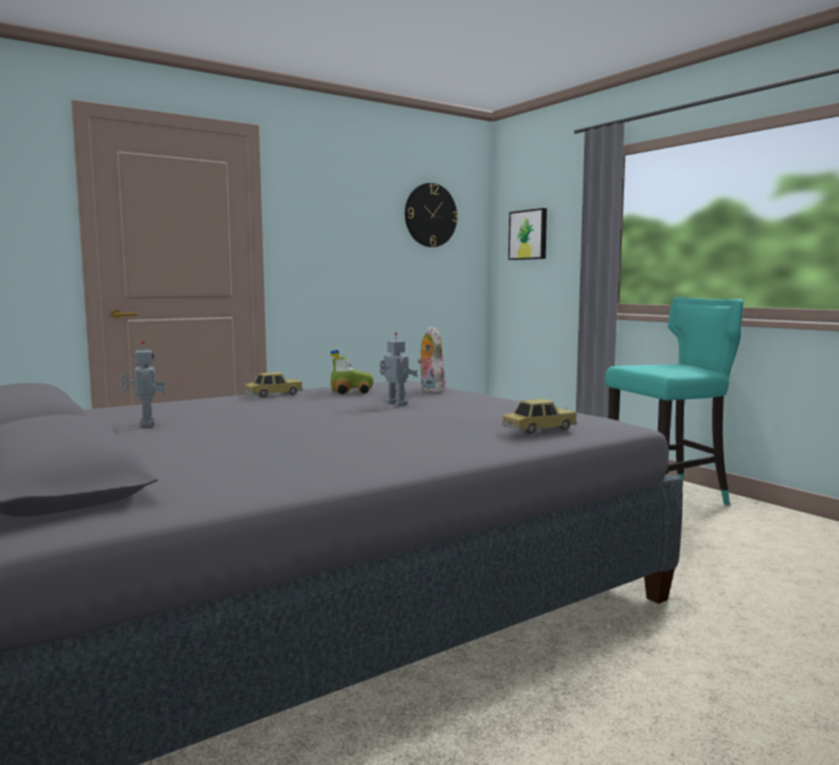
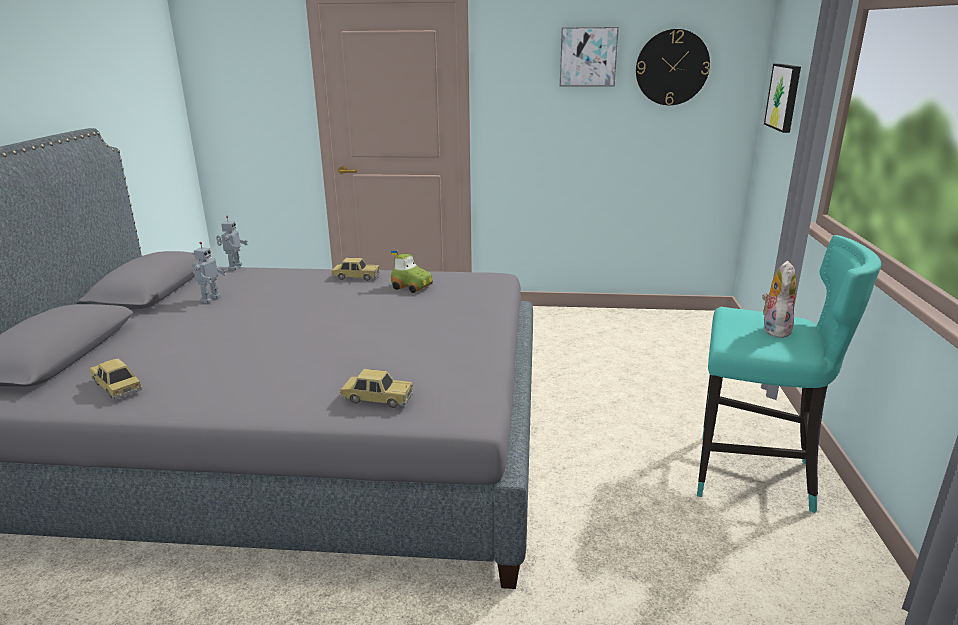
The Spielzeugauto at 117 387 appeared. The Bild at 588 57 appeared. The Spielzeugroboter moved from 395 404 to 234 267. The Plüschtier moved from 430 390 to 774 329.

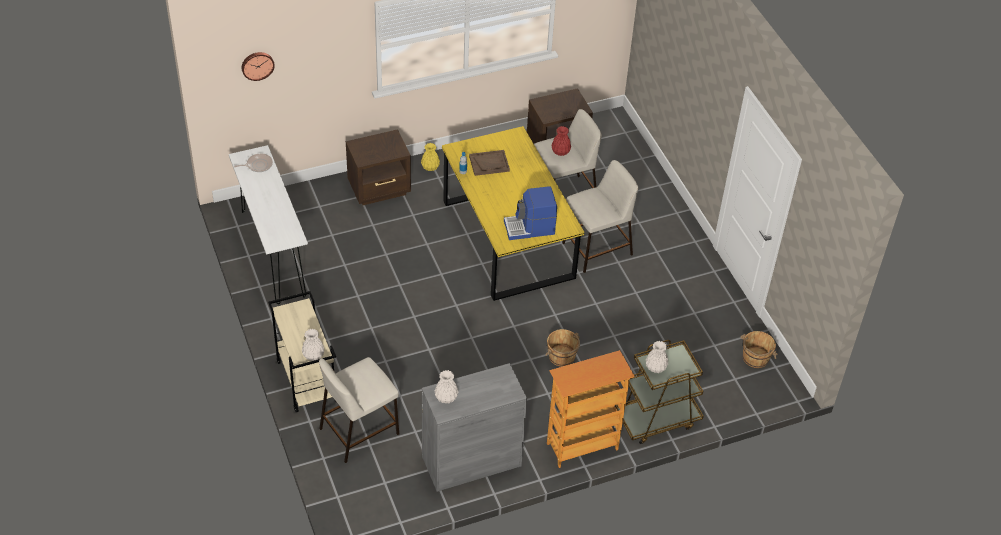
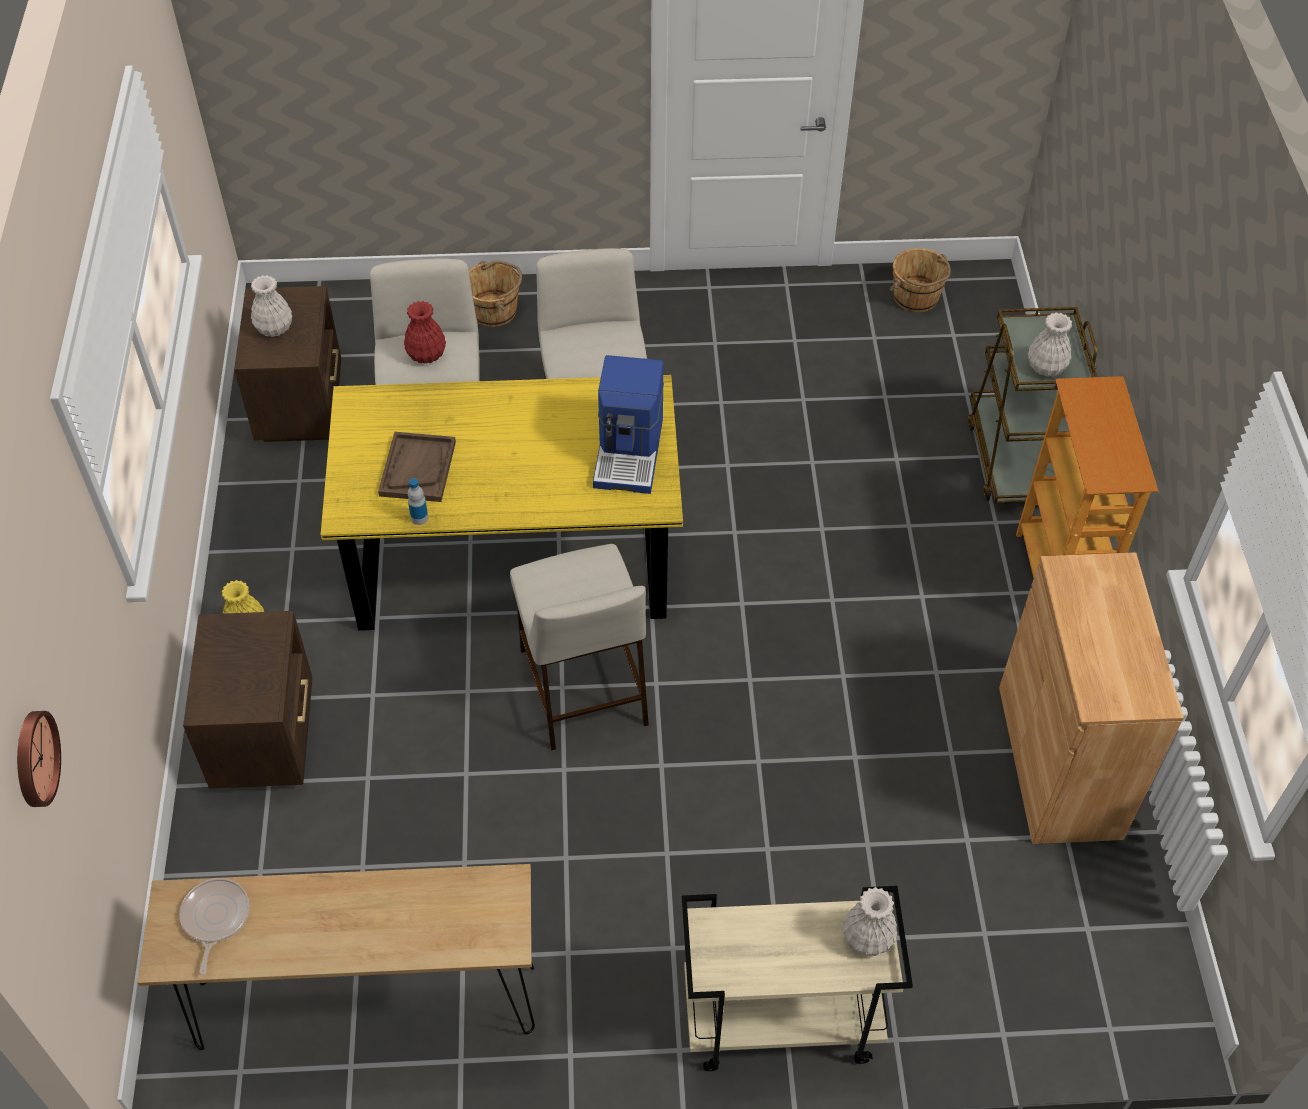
The Hocker [beige] moved from 360 430 to 582 685. The Vase [weiß] moved from 446 397 to 274 328. The Eimer [braun] moved from 562 357 to 495 311. The Konsolentisch [weiß] at 273 253 became the Konsolentisch [braun] at 367 1007. The Schrank [grau] at 471 461 became the Schrank [braun] at 1059 761.

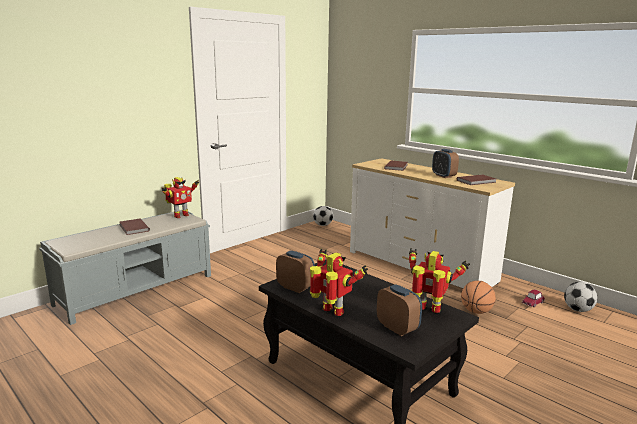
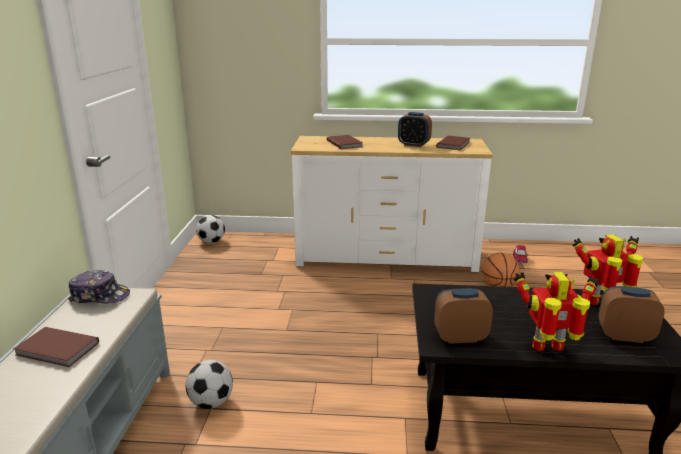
The Fußball moved from 577 309 to 211 402. The Spielzeugroboter at 180 215 was replaced by the Kappe at 100 296.

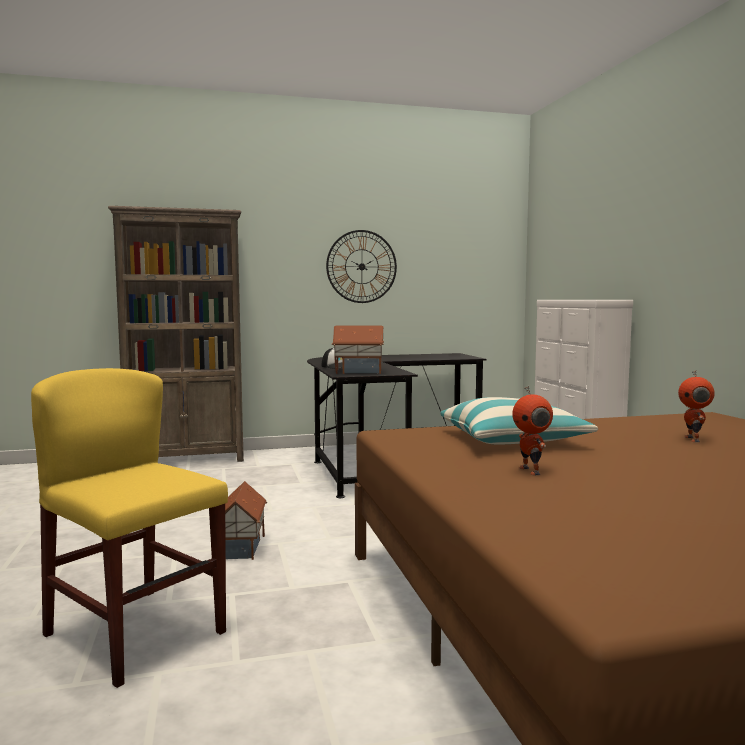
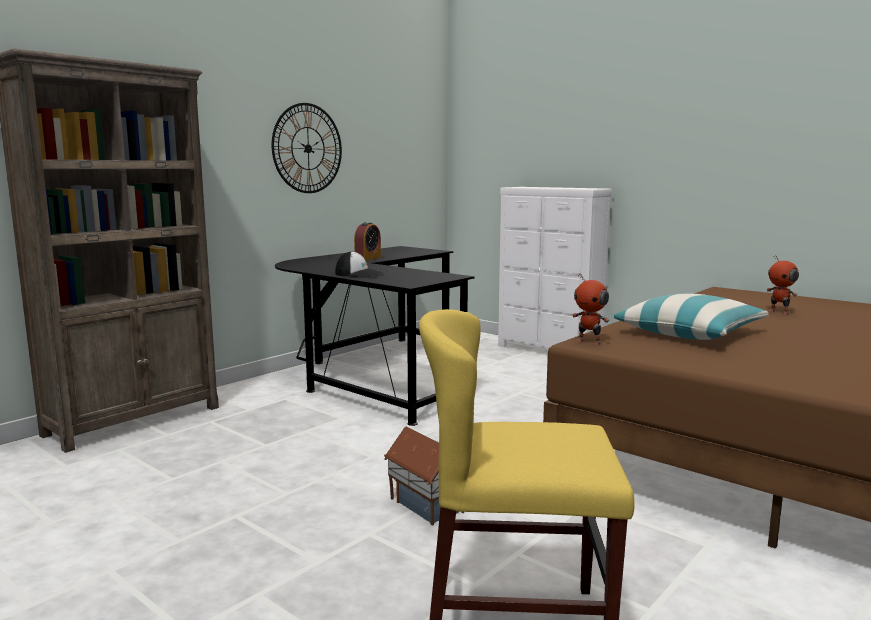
The Spielzeughaus at 358 371 disappeared. The Wecker at 368 258 appeared. The Spielzeugroboter moved from 531 471 to 589 342.

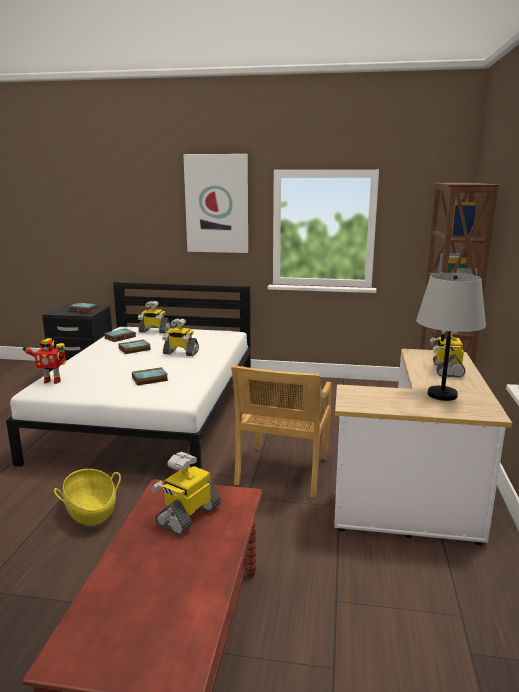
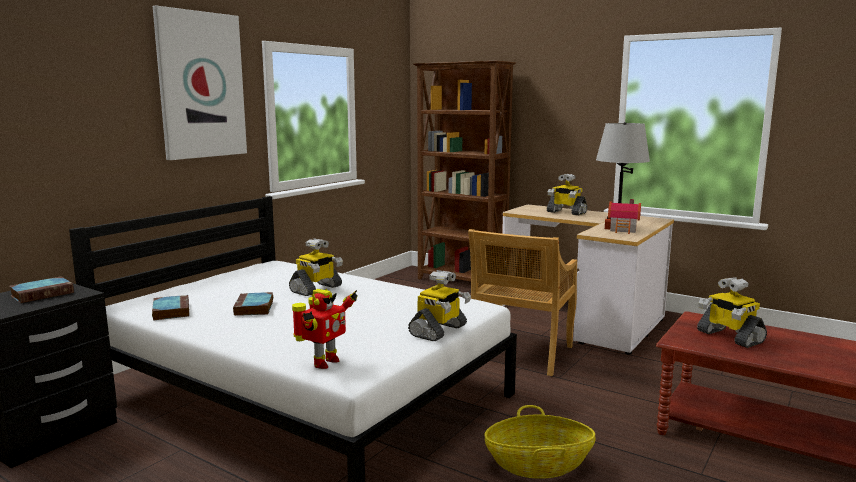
The Buch at 149 379 disappeared. The Spielzeughaus at 624 230 appeared. The Spielzeugroboter moved from 154 331 to 439 331. The Stuhl [beige] at 282 472 turned 75 degrees clockwise.

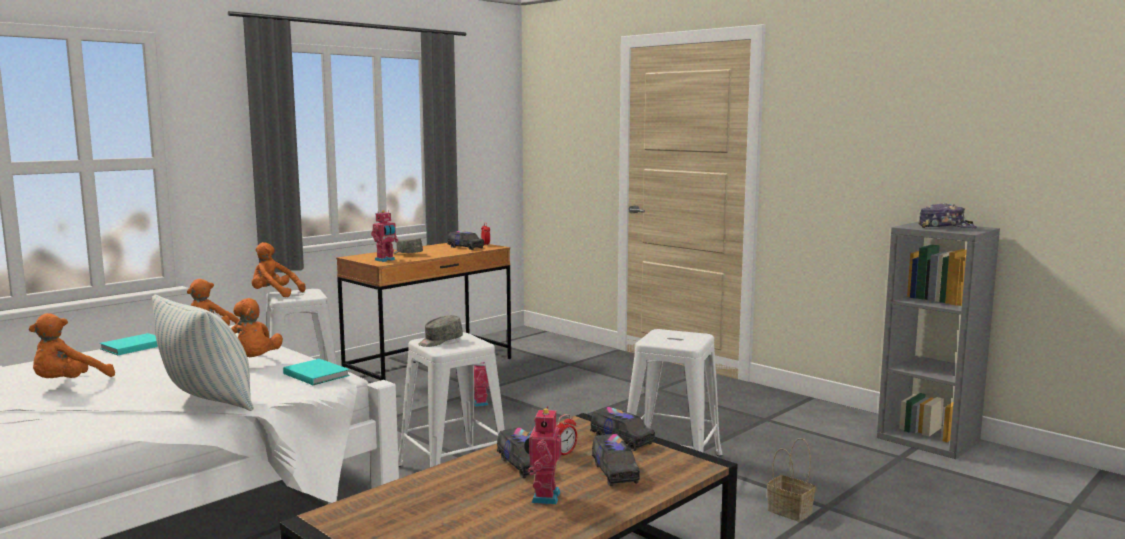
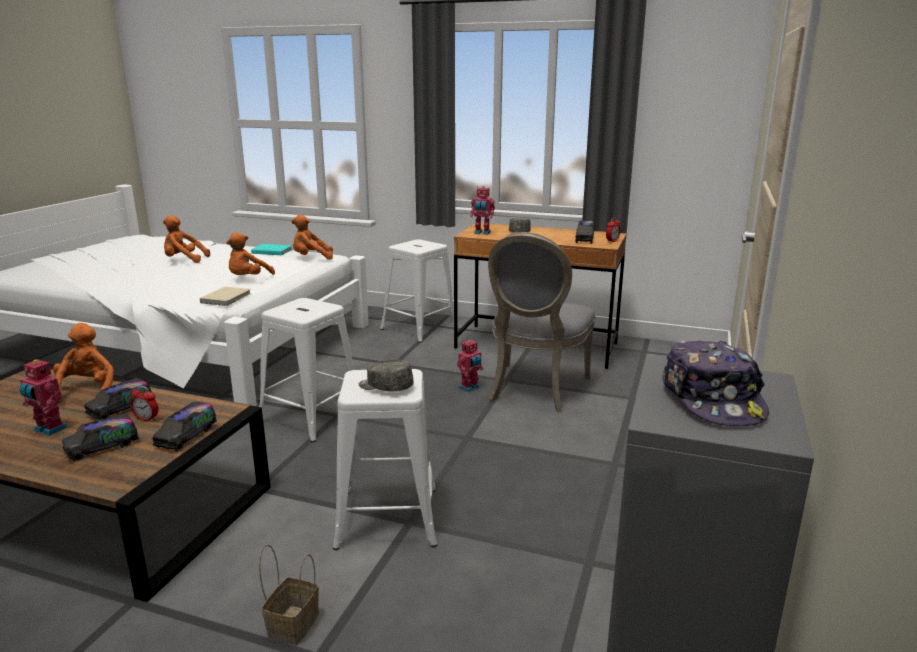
The Kissen at 207 402 disappeared. The Stuhl [grau] at 535 389 appeared. The Plüschtier [orange] moved from 274 294 to 87 390. The Kappe [grau] moved from 440 341 to 385 387. The Buch [türkis] at 316 374 became the Buch [beige] at 227 298. The Spielzeugroboter at 543 497 turned 135 degrees counterclockwise.

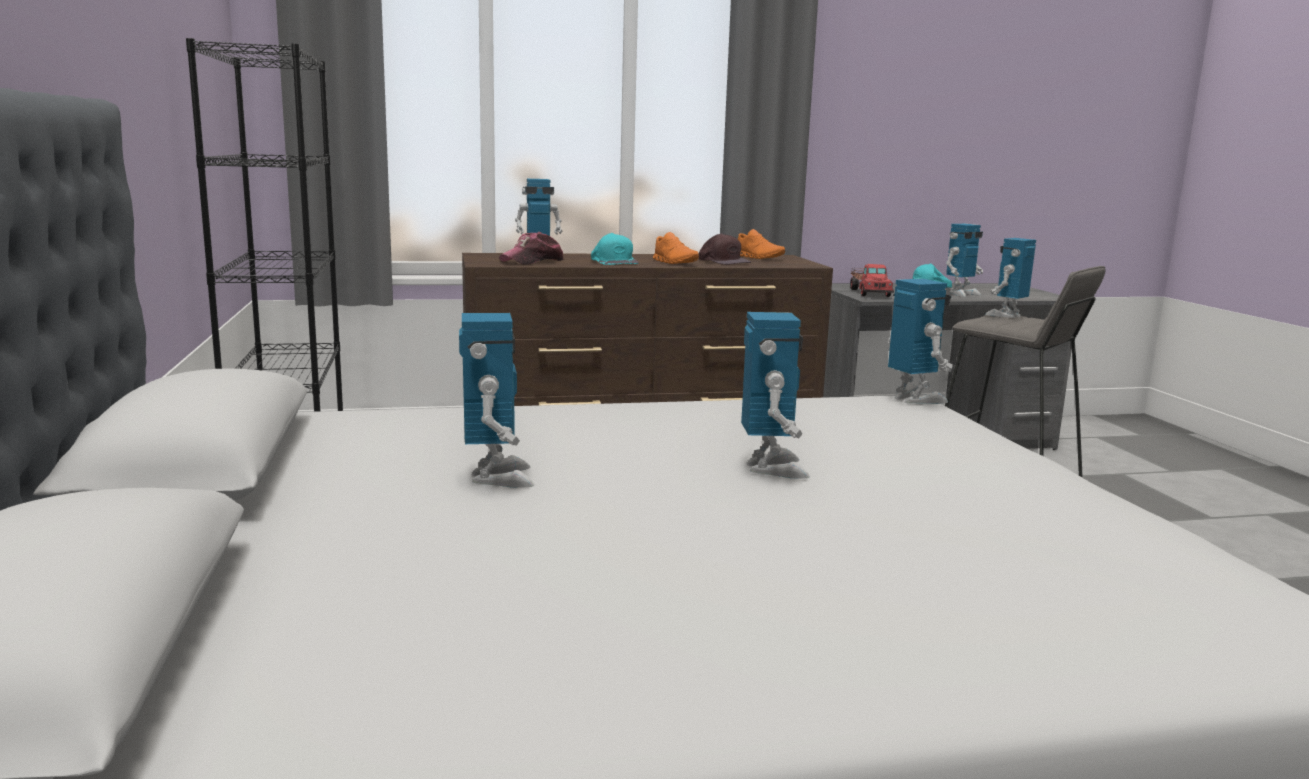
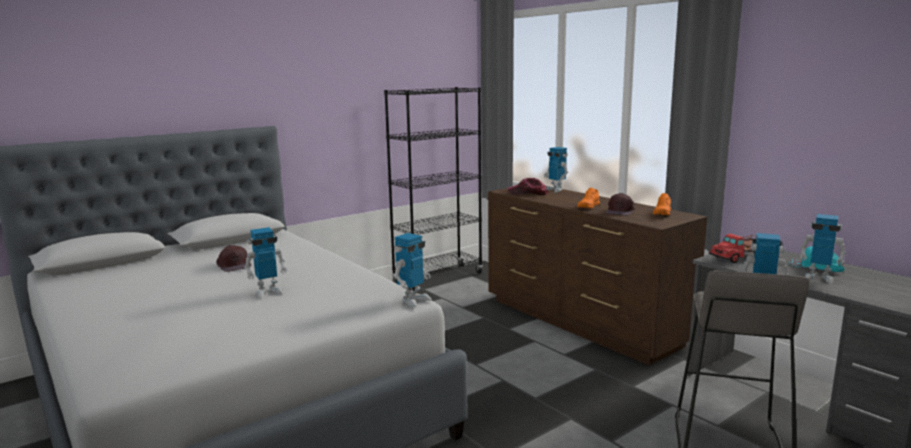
The Kappe [türkis] at 613 262 disappeared. The Spielzeugroboter at 497 477 was replaced by the Kappe [braun] at 234 265.

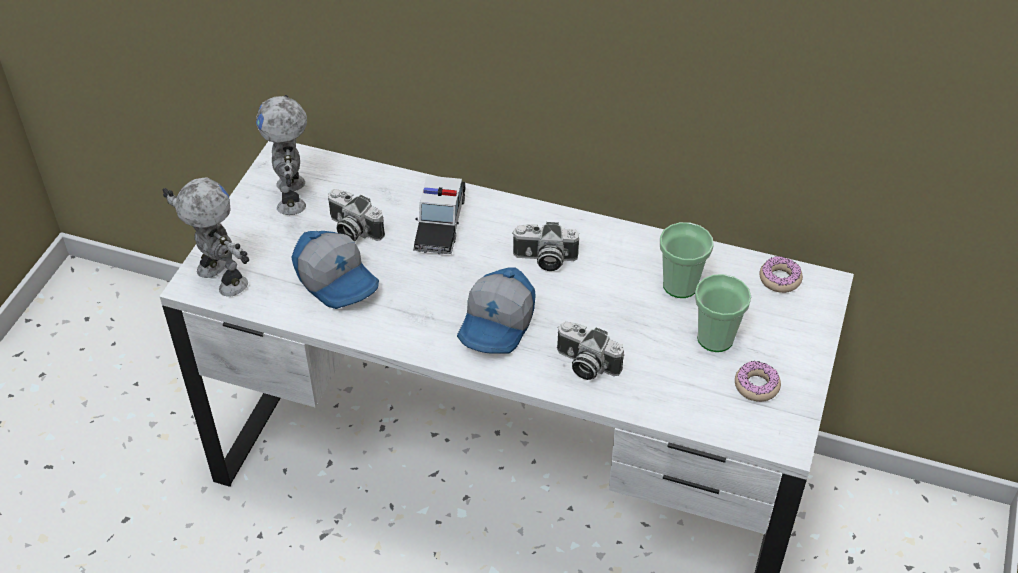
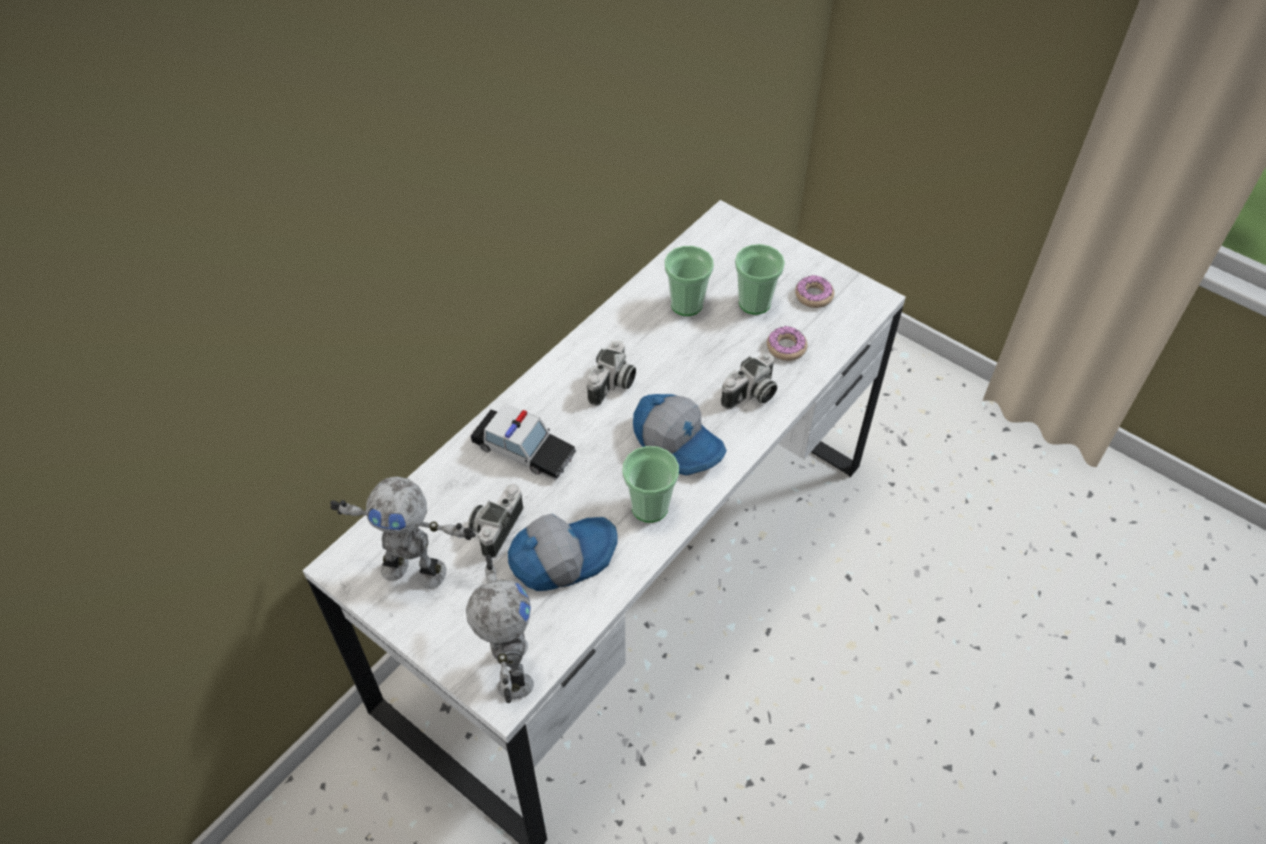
The Tasse at 649 507 appeared. The Donut moved from 780 279 to 786 347. The Spielzeugroboter at 220 279 turned 105 degrees clockwise. The Kamera at 352 230 turned 150 degrees clockwise.

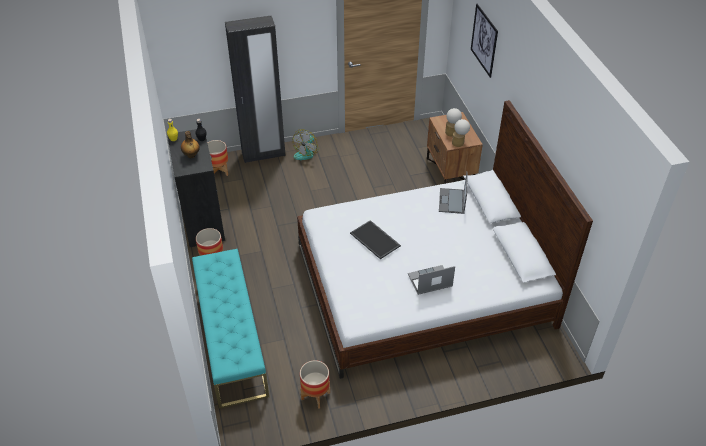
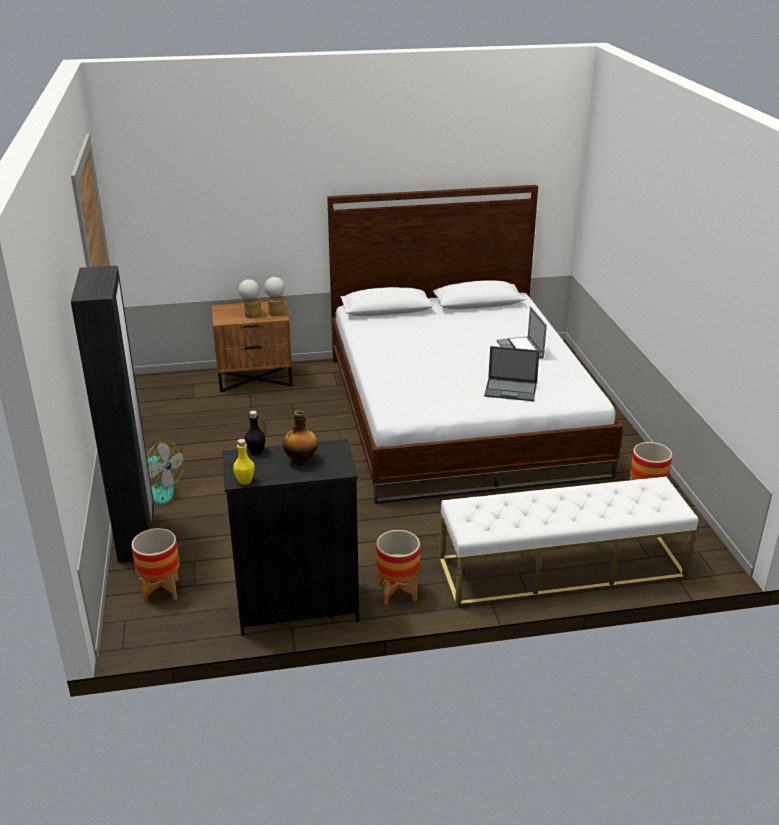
The Tablett at 376 239 disappeared. The Bild at 484 40 disappeared. The Laptop moved from 452 201 to 511 390. The Bank [türkis] at 231 338 became the Bank [weiß] at 560 569.

